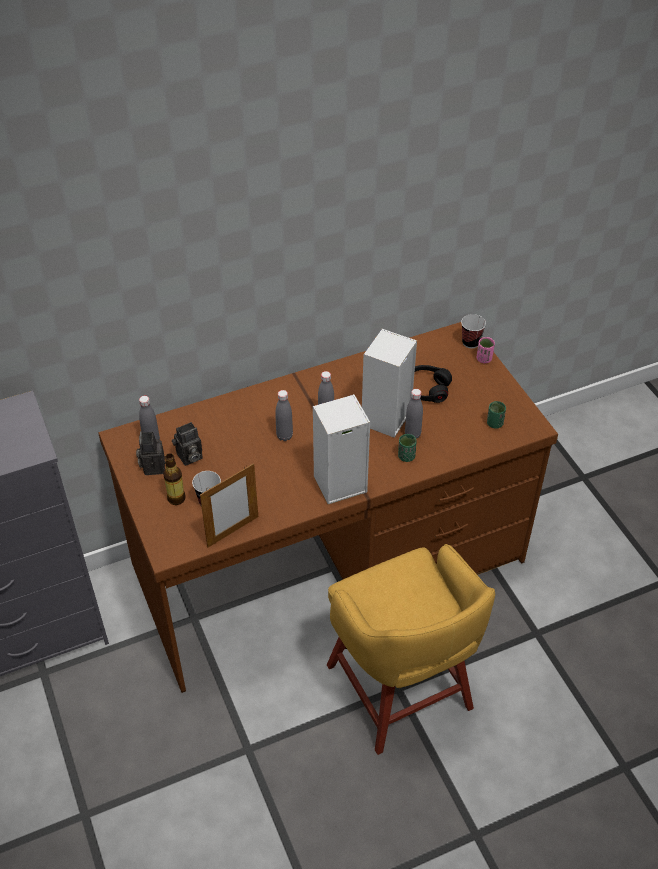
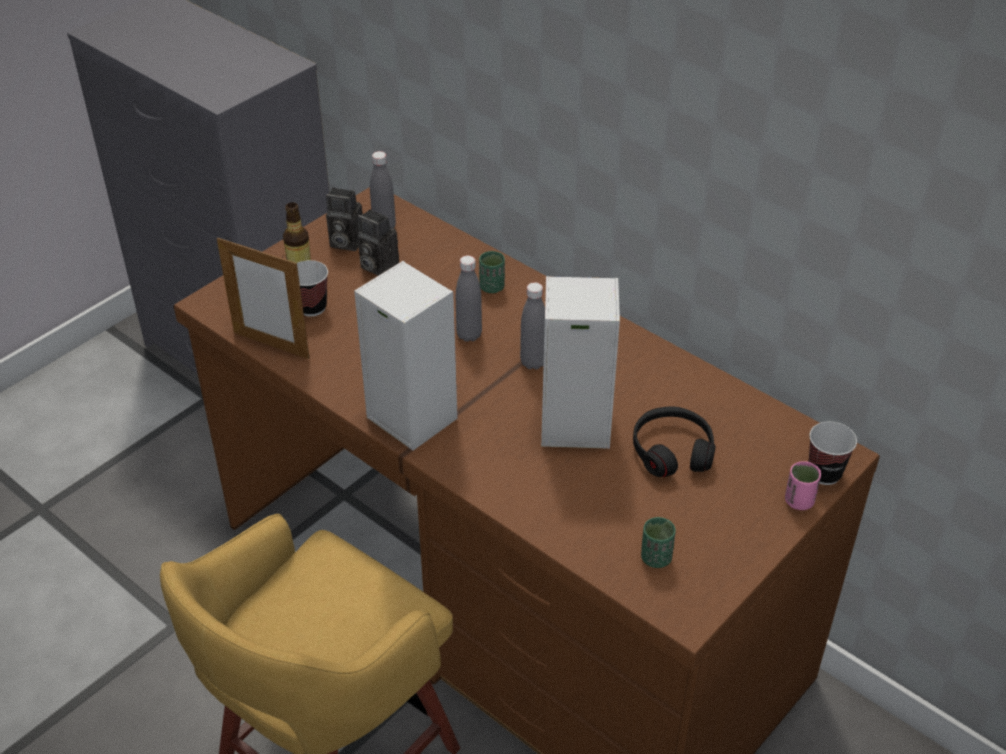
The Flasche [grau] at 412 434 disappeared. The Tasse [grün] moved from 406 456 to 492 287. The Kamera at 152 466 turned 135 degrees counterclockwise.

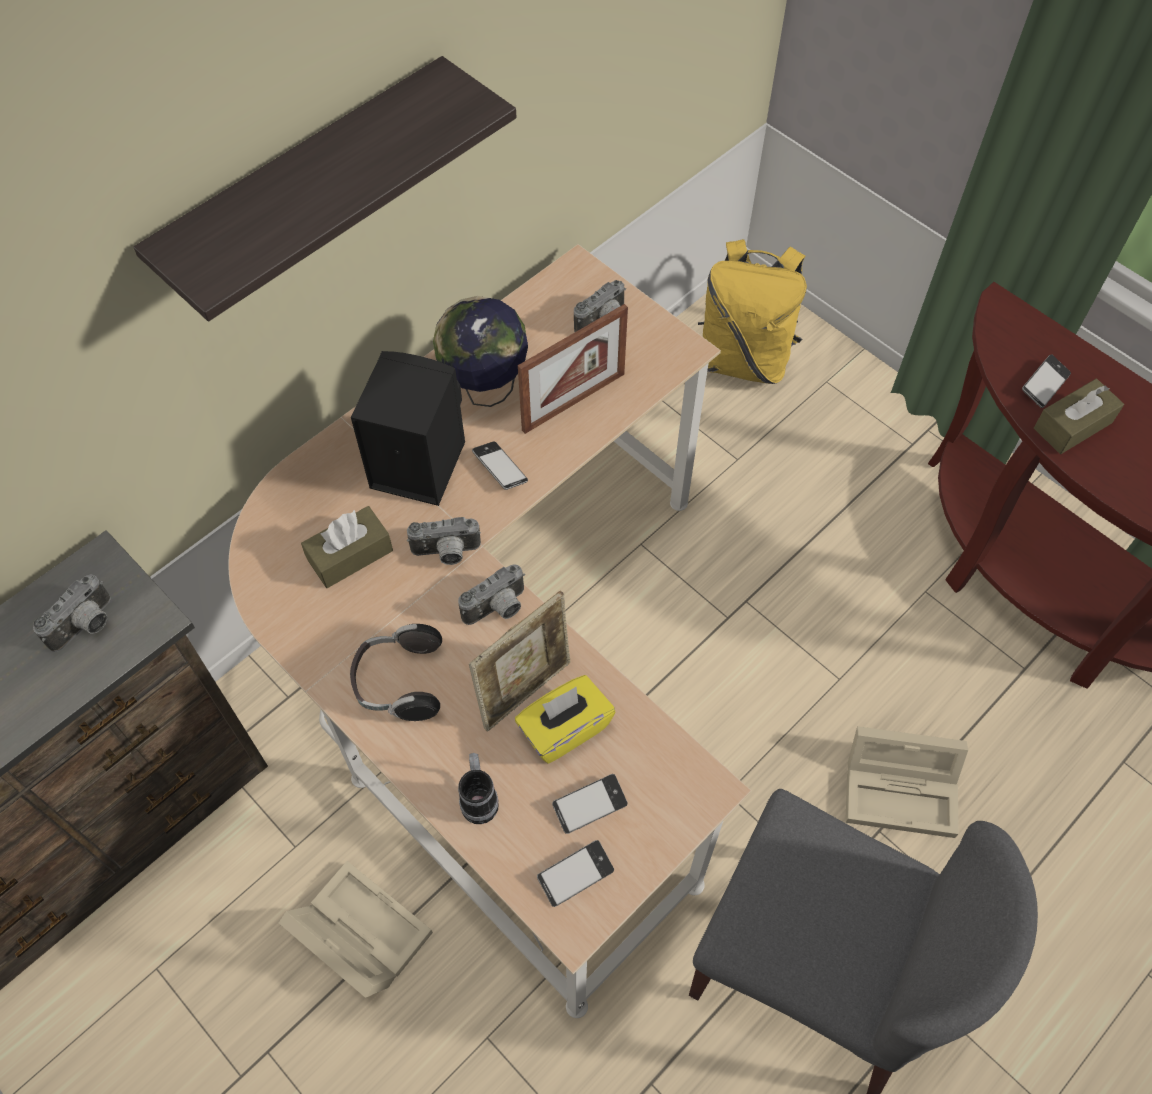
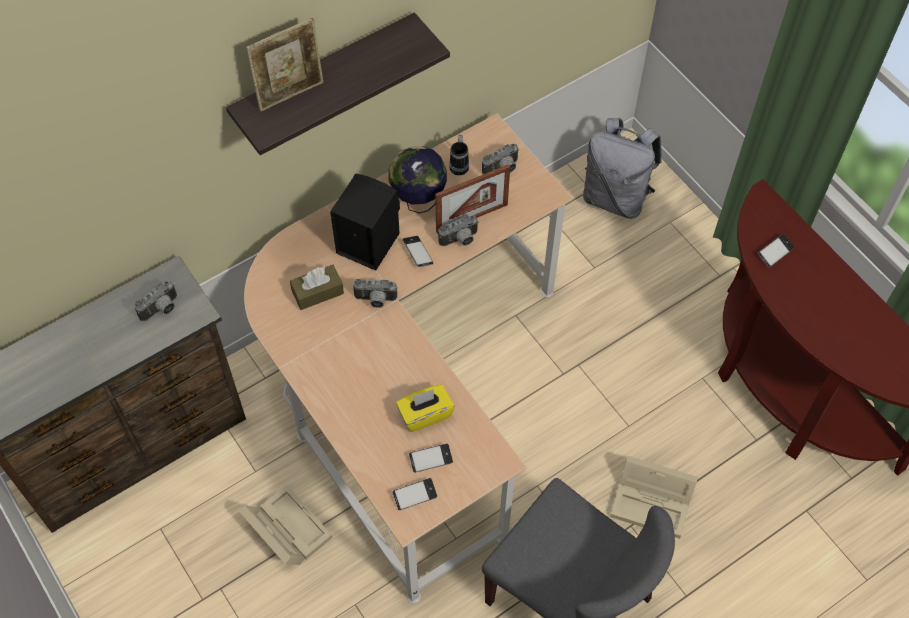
The Kopfhörer at 399 682 disappeared. The Taschentuchbox [braun] at 1072 425 disappeared. The Kamera moved from 498 609 to 460 240. The Henkelbecher moved from 479 798 to 459 164. The Bilderrahmen moved from 525 691 to 290 94. The Rucksack [gelb] at 744 358 became the Rucksack [grau] at 616 197.

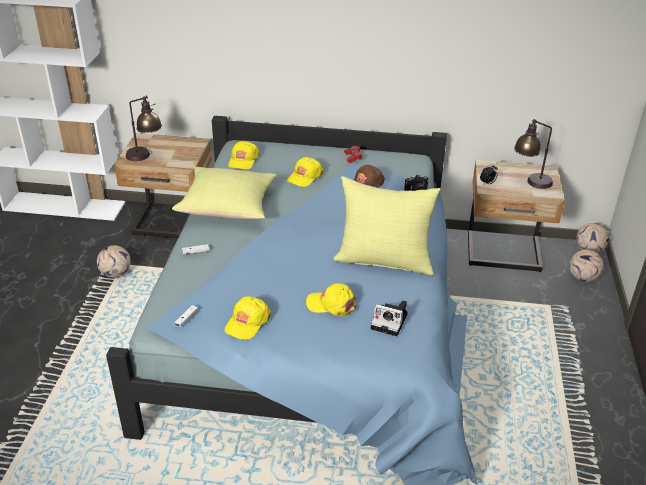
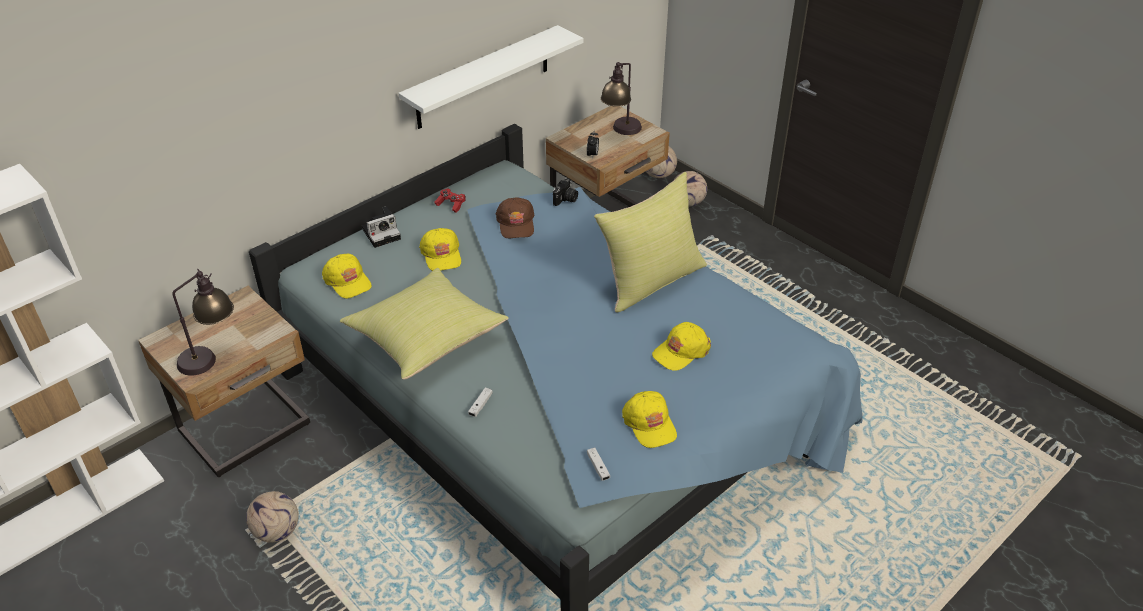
The Wandregal [weiß] at 483 78 appeared. The Kamera moved from 390 321 to 382 233.

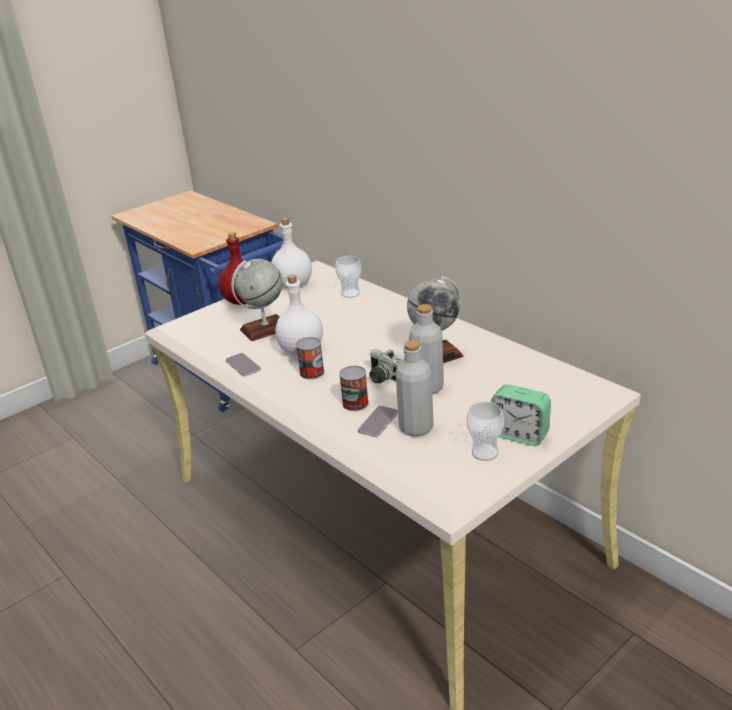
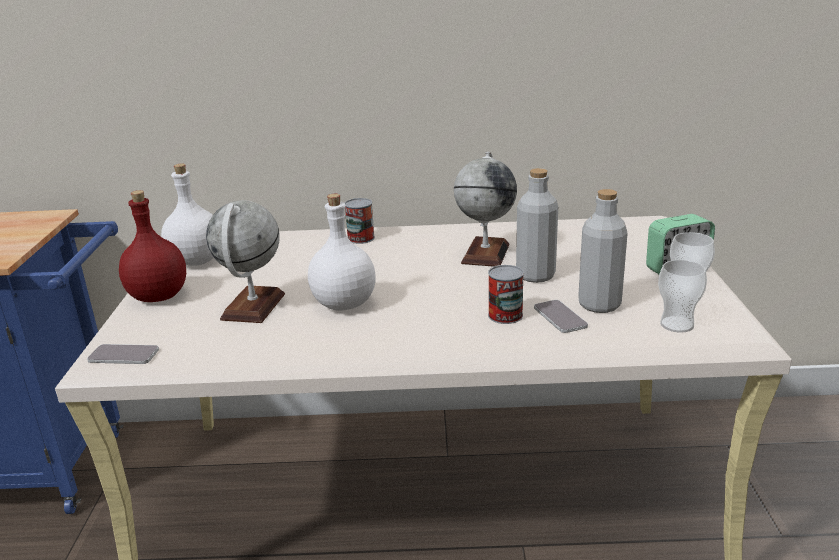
The Kamera at 382 378 disappeared. The Handy moved from 243 365 to 123 355. The Dose moved from 312 372 to 361 238. The Tasse moved from 350 293 to 677 324.

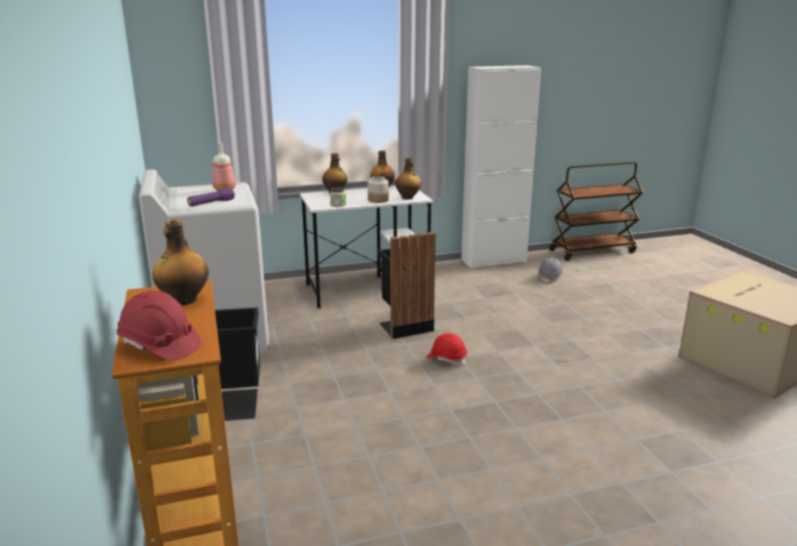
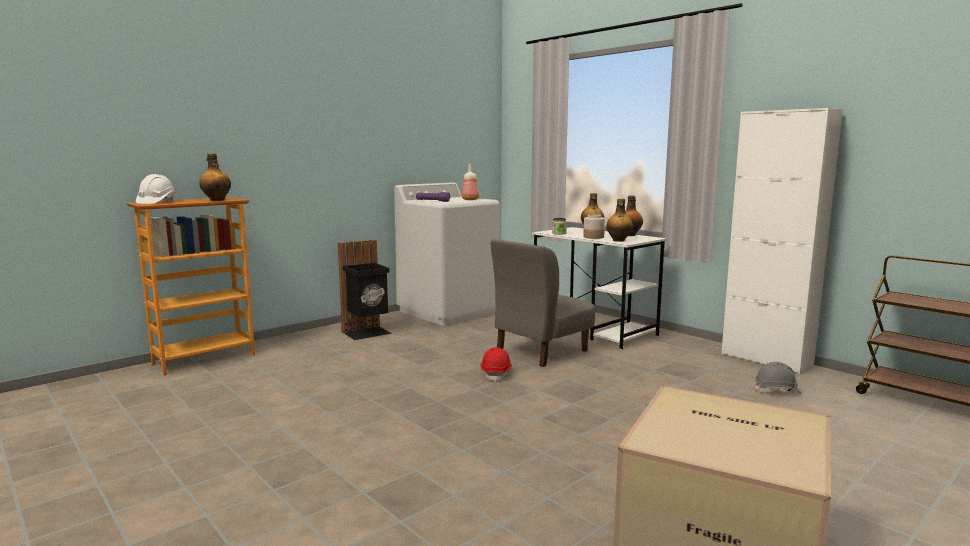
The Mülleimer [schwarz] at 404 326 was replaced by the Stuhl [grau] at 540 351. The Schutzhelm [rot] at 159 346 became the Schutzhelm [weiß] at 156 202.

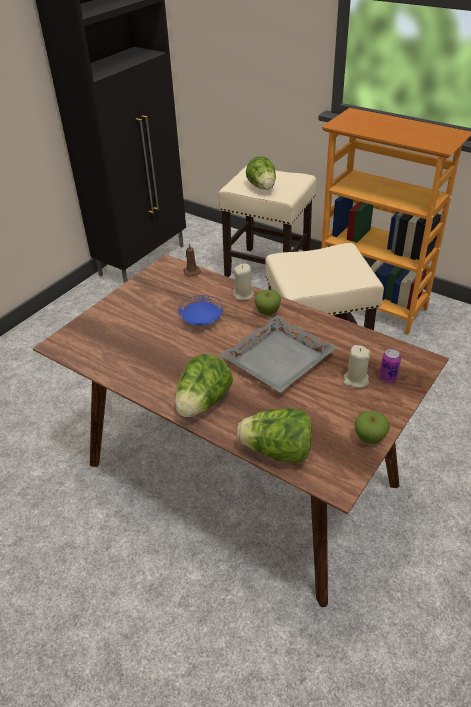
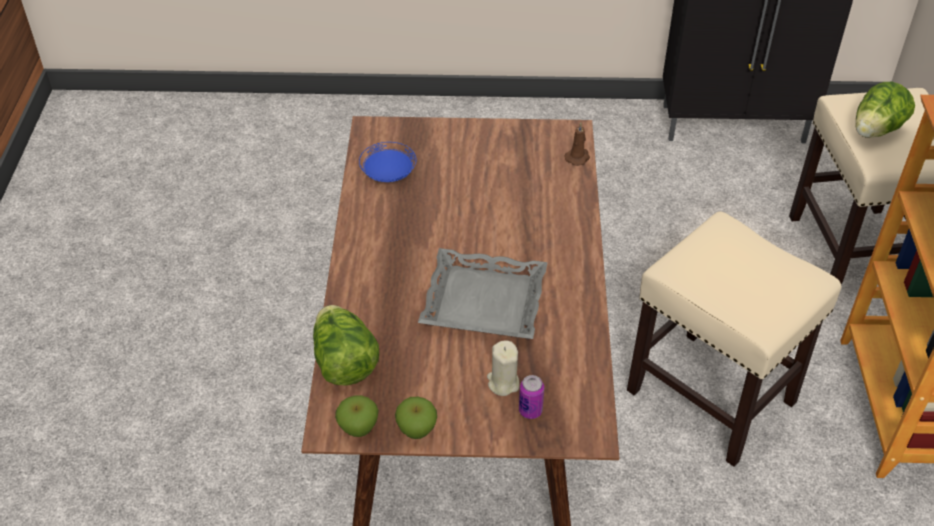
The Salatkopf at 203 403 disappeared. The Kerze [beige] at 243 295 disappeared. The Teller [blau] moved from 201 321 to 388 174. The Apfel moved from 267 312 to 358 428.

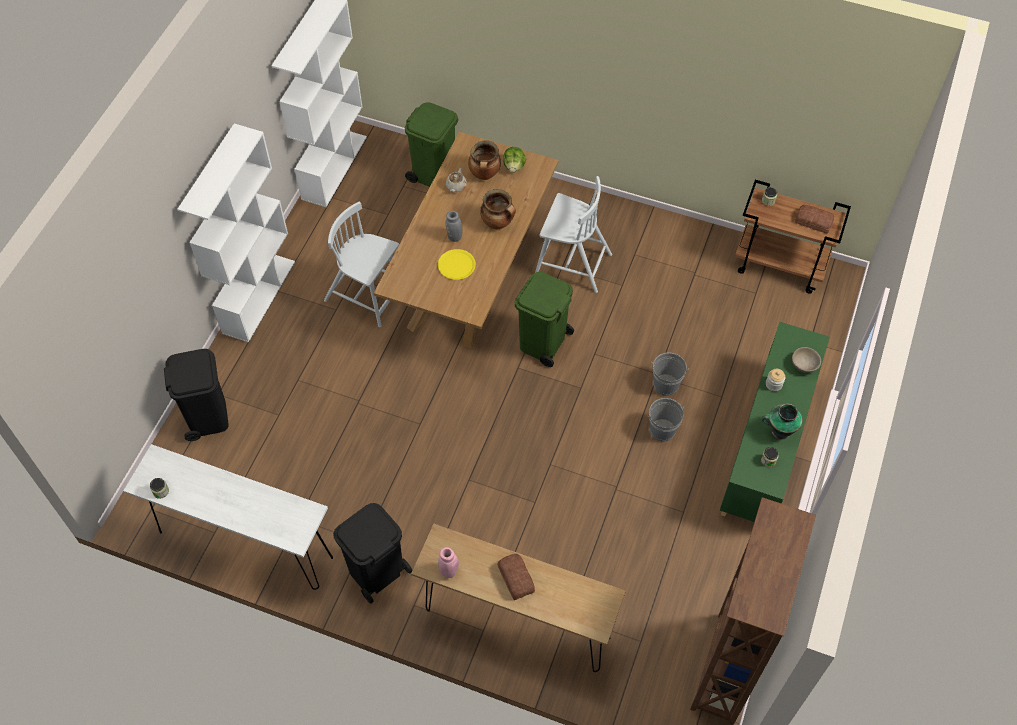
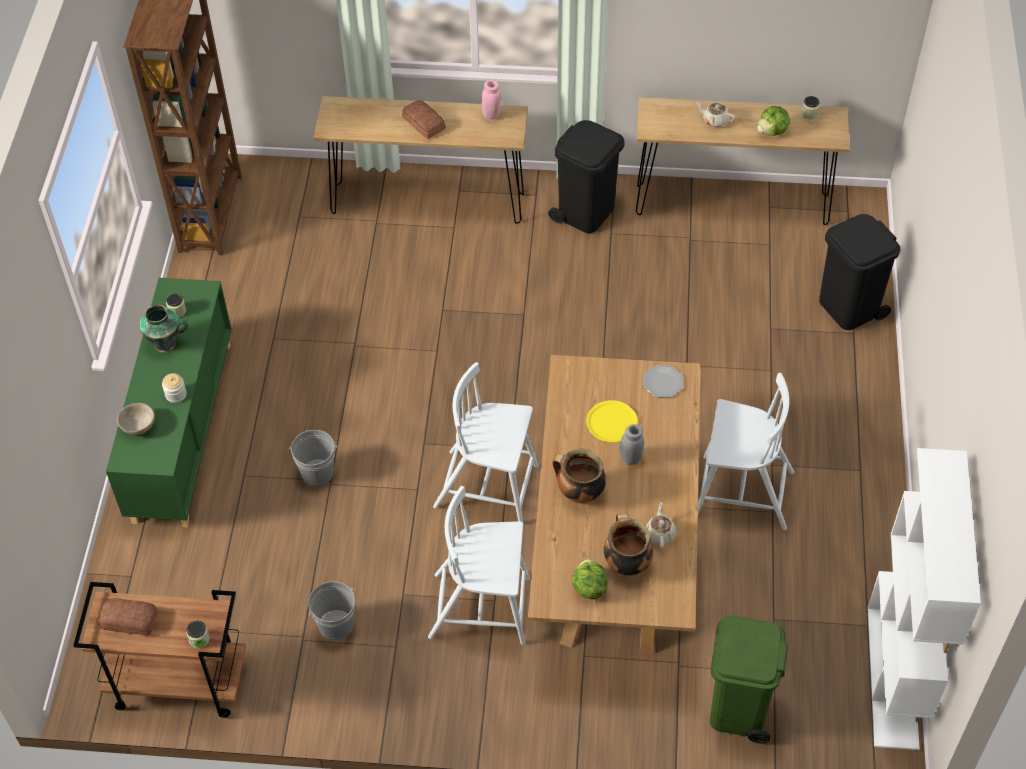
The Bücherregal [weiß] at 258 296 disappeared. The Teller at 663 382 appeared. The Teekanne [beige] at 714 120 appeared. The Salatkopf at 772 131 appeared. The Eimer [grau] moved from 662 430 to 336 625. The Mülleimer [grün] at 542 343 was replaced by the Stuhl [weiß] at 488 487. The Konsolentisch [weiß] at 245 544 became the Konsolentisch [braun] at 731 204.

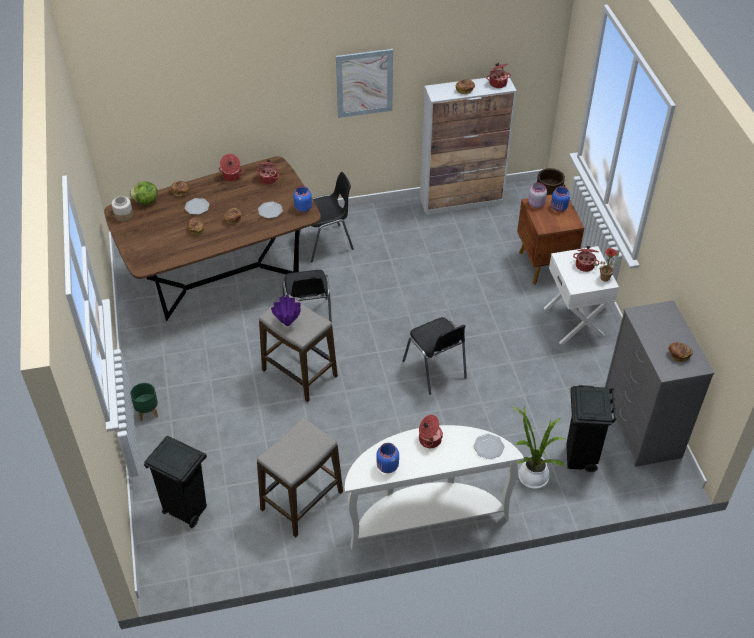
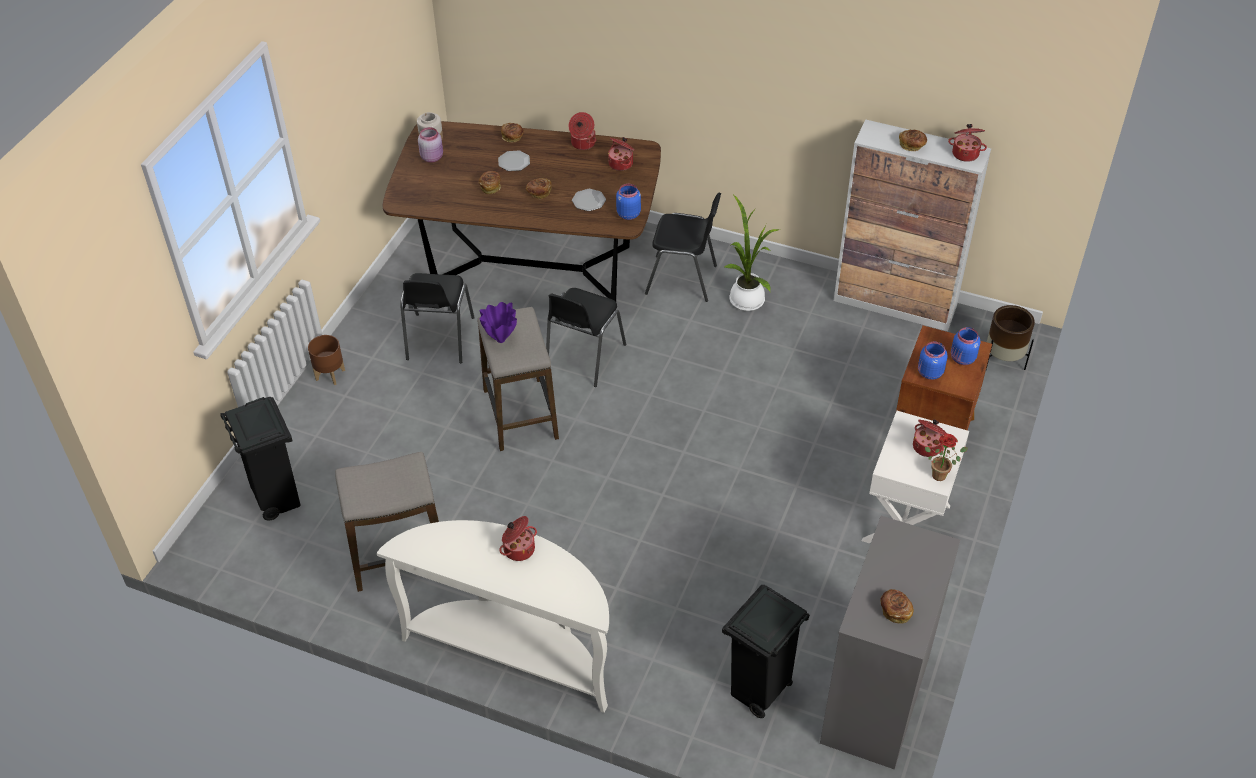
The Salatkopf at 146 201 disappeared. The Bild at 364 83 disappeared. The Teller at 488 447 disappeared. The Vorratsglas [blau] moved from 387 467 to 929 373. The Stuhl [schwarz] moved from 435 370 to 438 340. The Topfpflanze moved from 531 475 to 746 298. The Vorratsglas [rosa] moved from 536 204 to 432 157. The Pflanzkübel [grün] at 147 413 became the Pflanzkübel [braun] at 330 375.

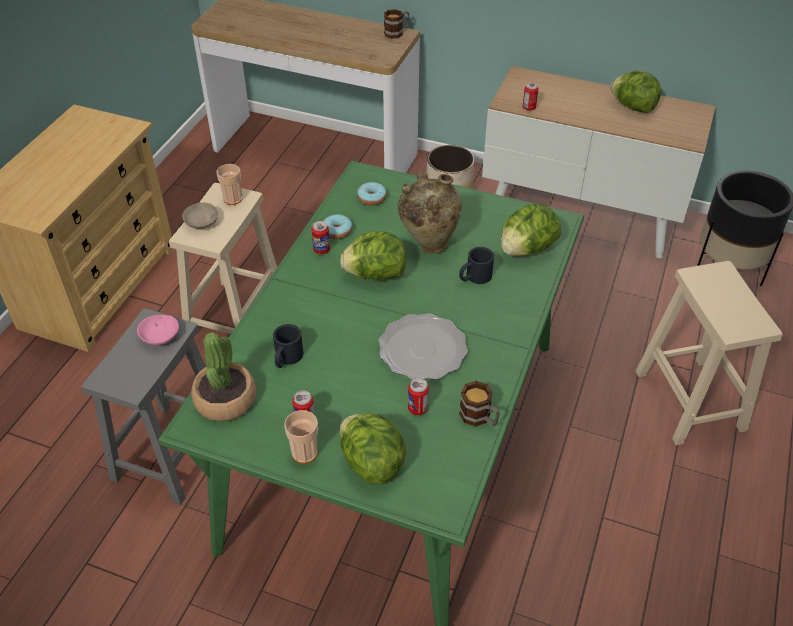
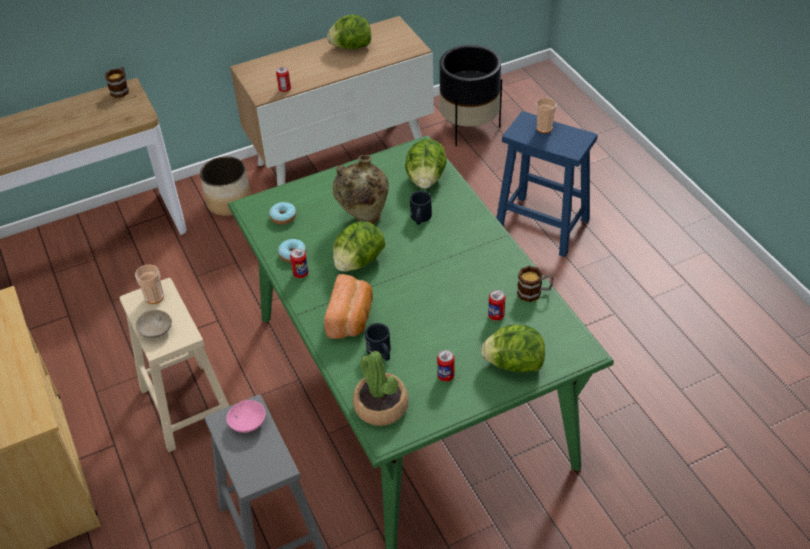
The Teller at 422 350 disappeared. The Brot at 351 318 appeared. The Tasse moved from 304 453 to 544 128. The Hocker [beige] at 690 402 became the Hocker [blau] at 543 226.

